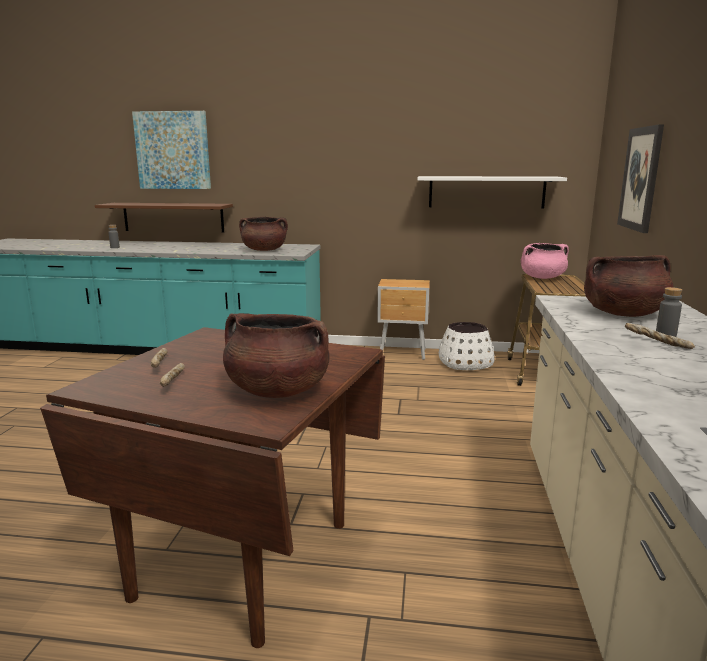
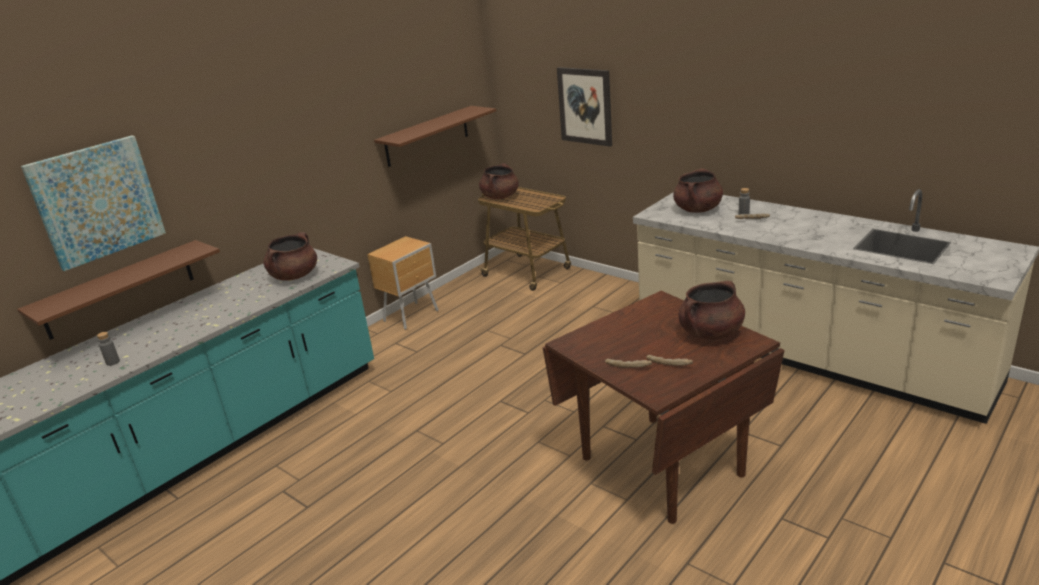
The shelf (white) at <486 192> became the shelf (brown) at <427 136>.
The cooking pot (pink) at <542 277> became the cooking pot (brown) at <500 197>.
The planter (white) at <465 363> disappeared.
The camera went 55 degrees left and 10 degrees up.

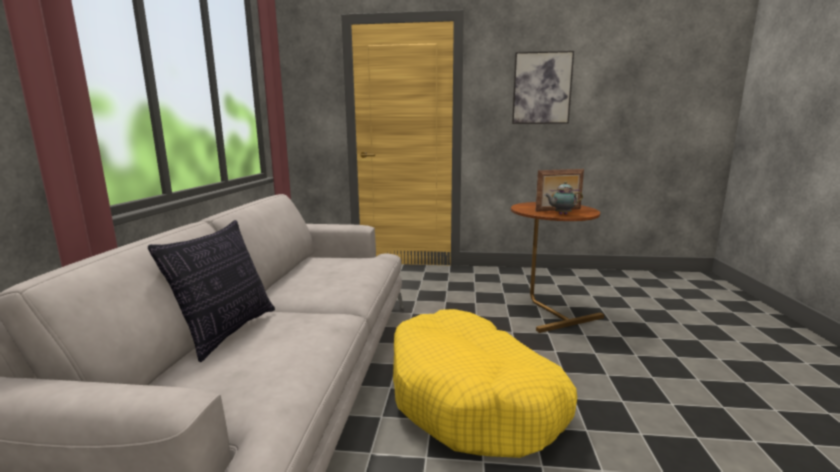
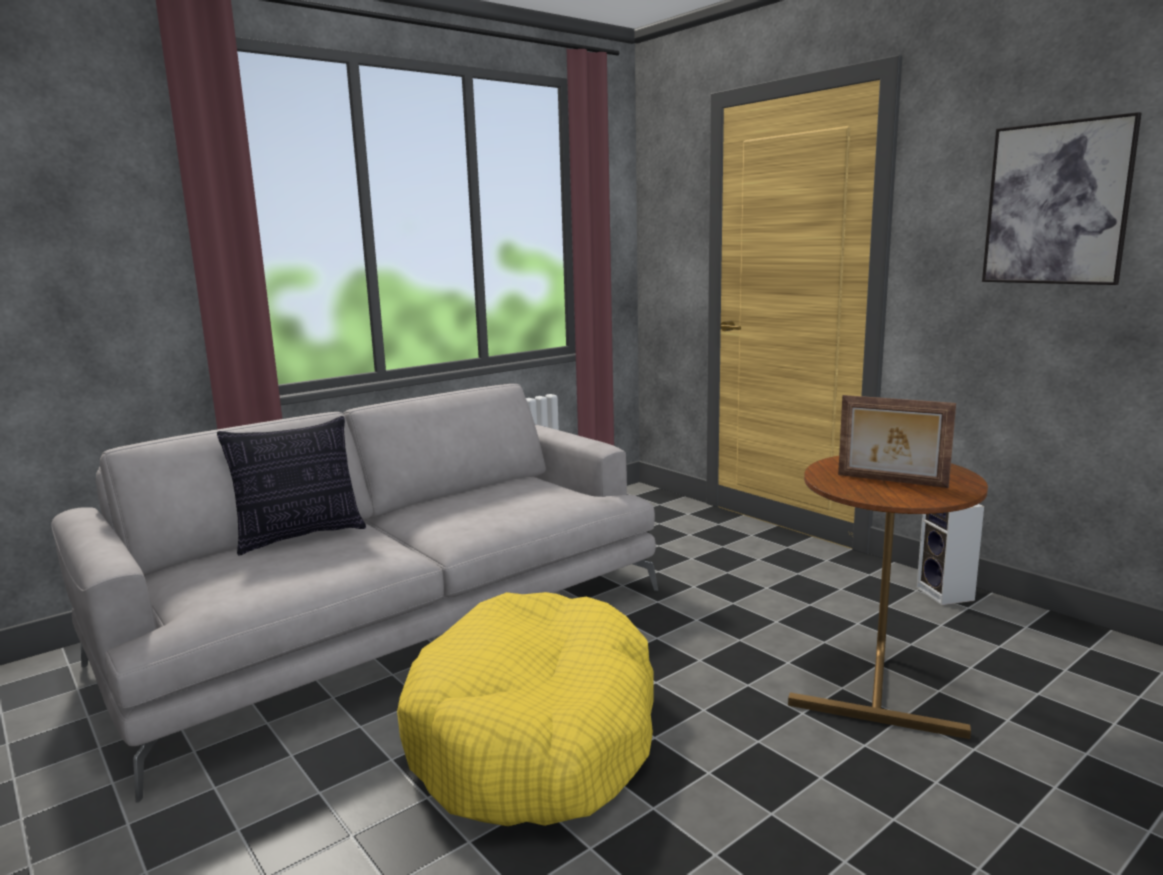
The speaker at <947 595> appeared.
The teapot at <561 214> disappeared.
The camera went 45 degrees right and 0 degrees up.

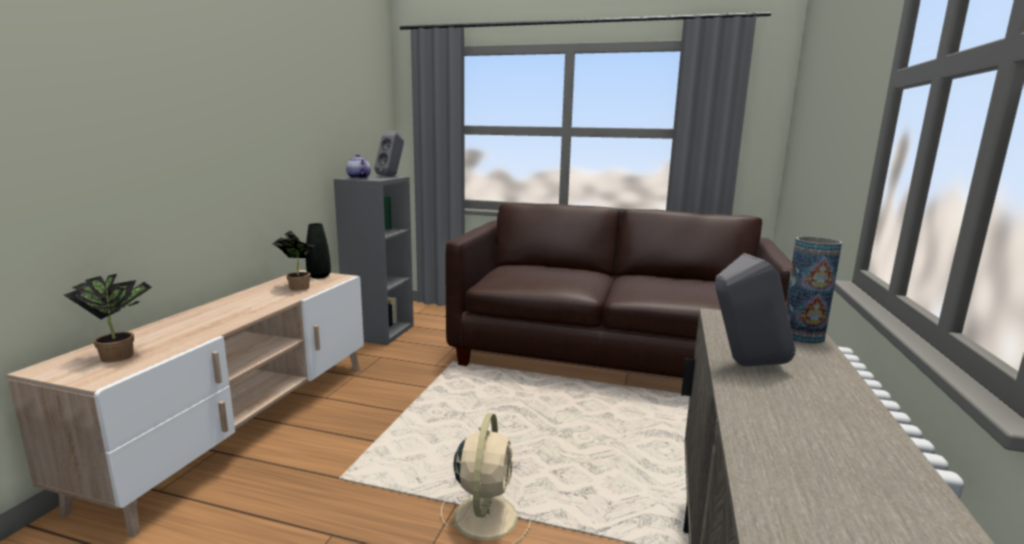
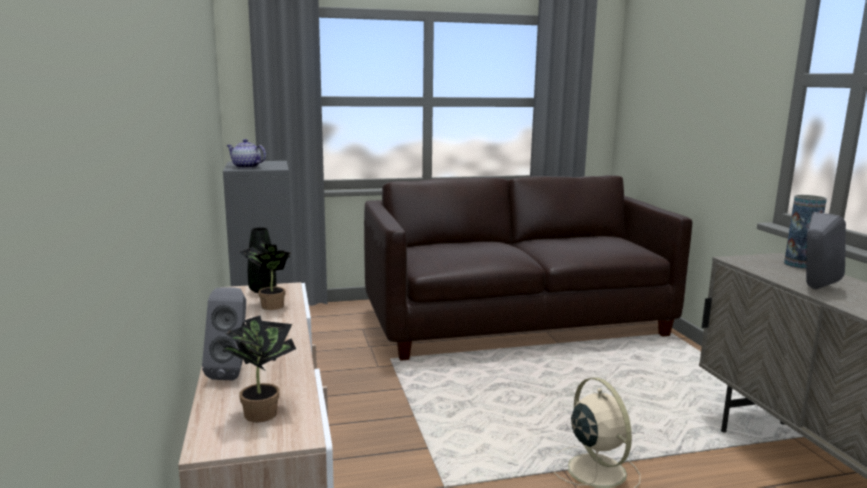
The speaker (grey) moved from <391 176> to <232 372>.
The camera went 30 degrees left and 0 degrees up.

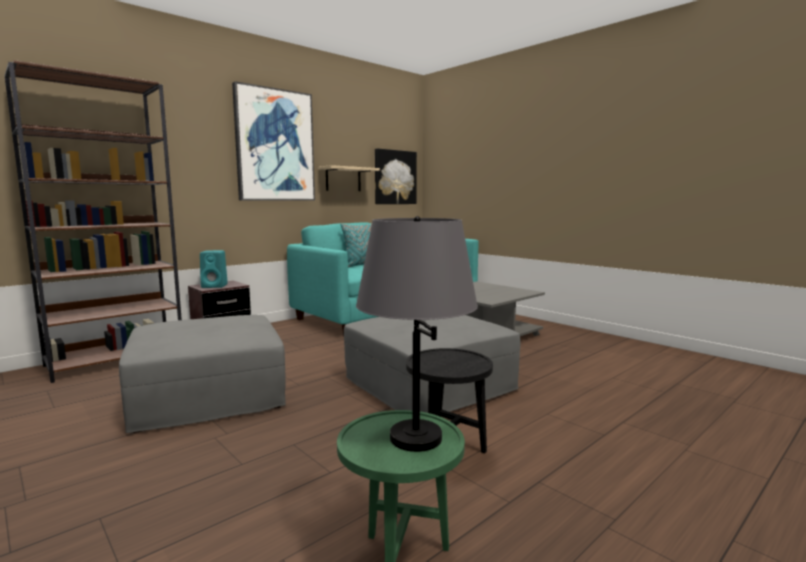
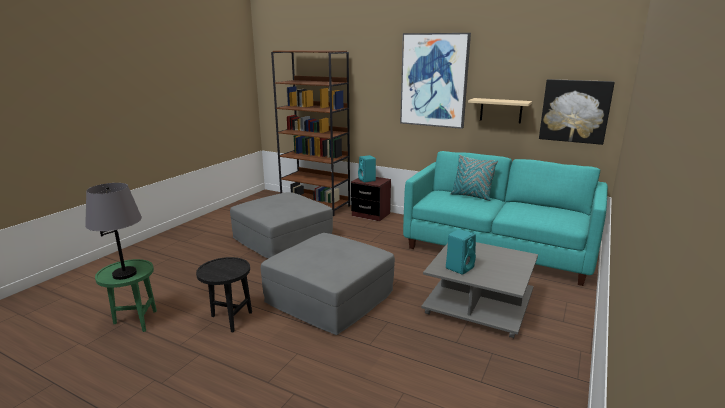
The speaker (turquoise) at <460 267> appeared.
The camera went 70 degrees right and 10 degrees up.

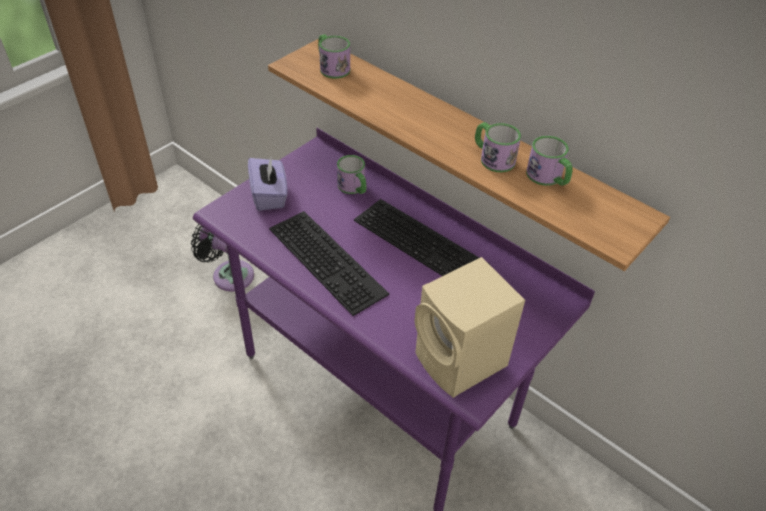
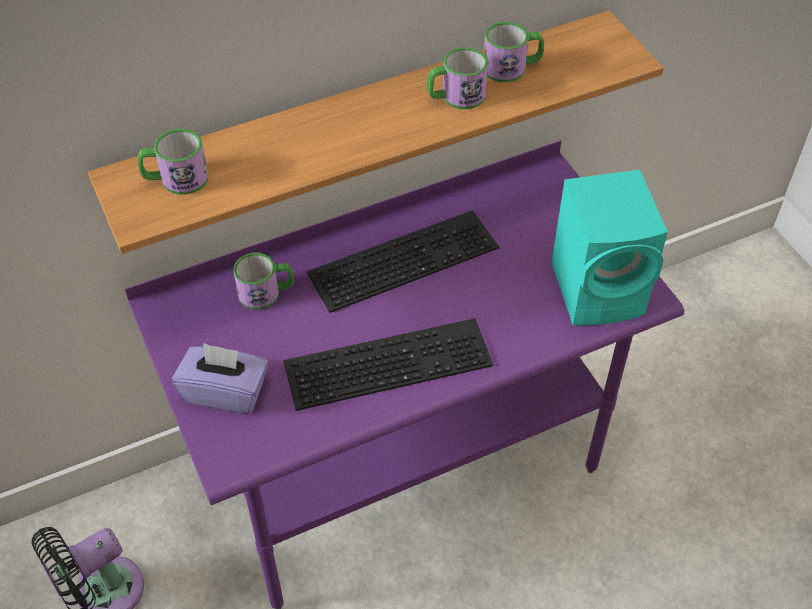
The speaker (beige) at <462 362> became the speaker (turquoise) at <601 290>.
The camera went 65 degrees left and 5 degrees up.

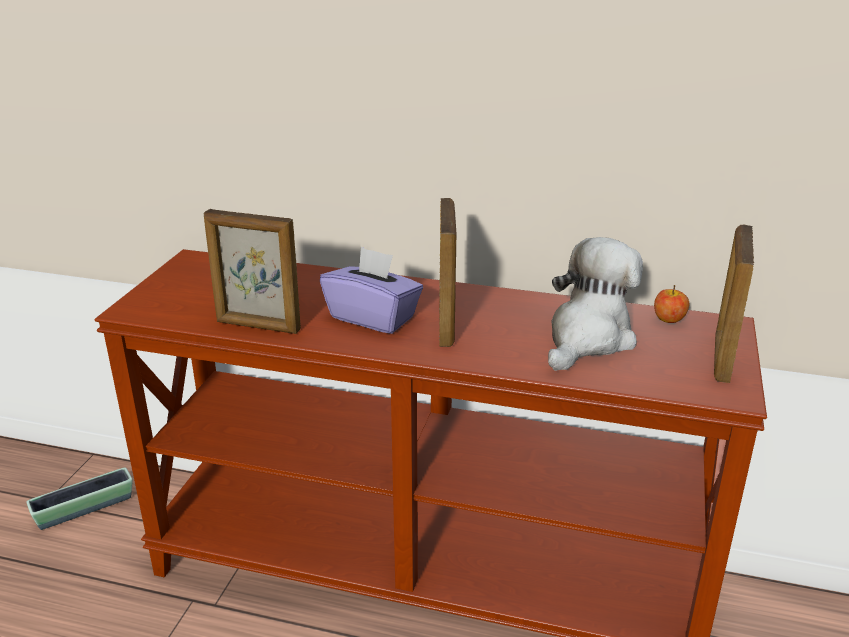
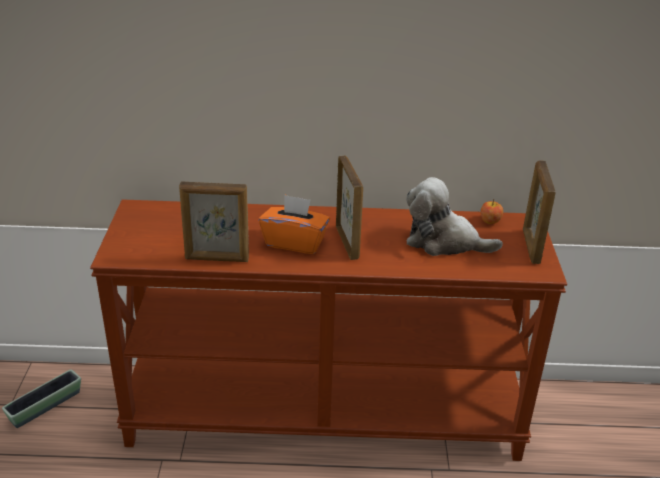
The tissue box (purple) at <373 317> became the tissue box (orange) at <295 242>.
The plush toy at <588 338> turned 90 degrees counterclockwise.
The camera went 15 degrees left and 5 degrees up.

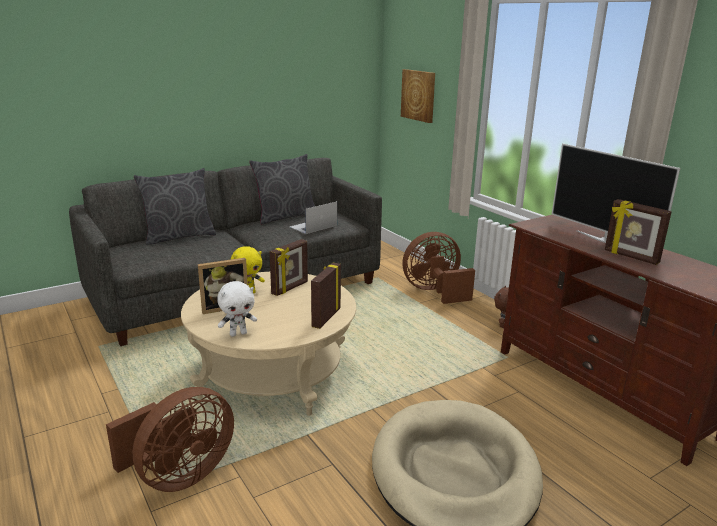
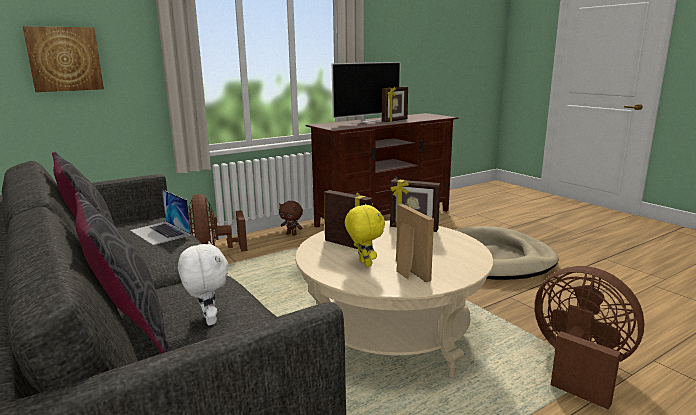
The plush toy (white) moved from <238 333> to <207 320>.
The camera went 90 degrees left and 5 degrees down.

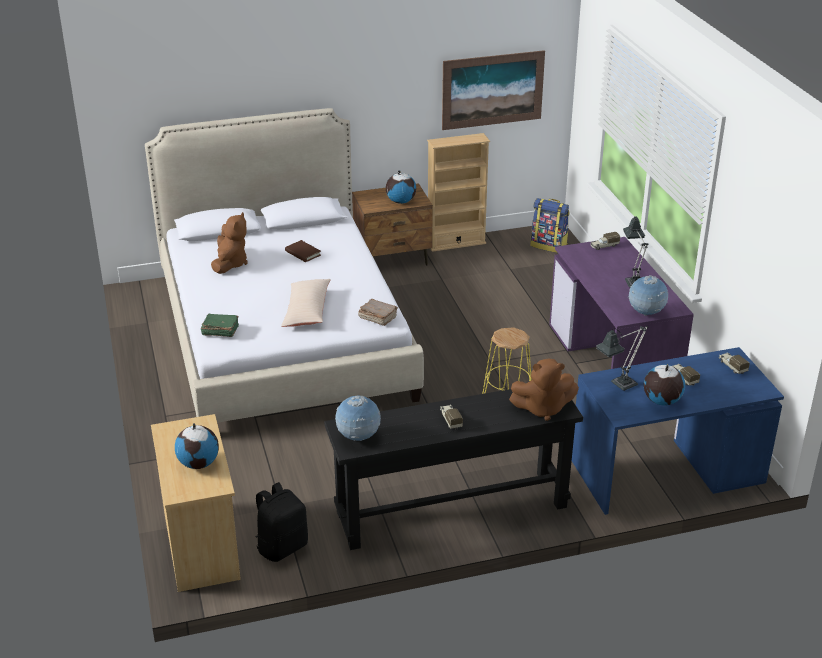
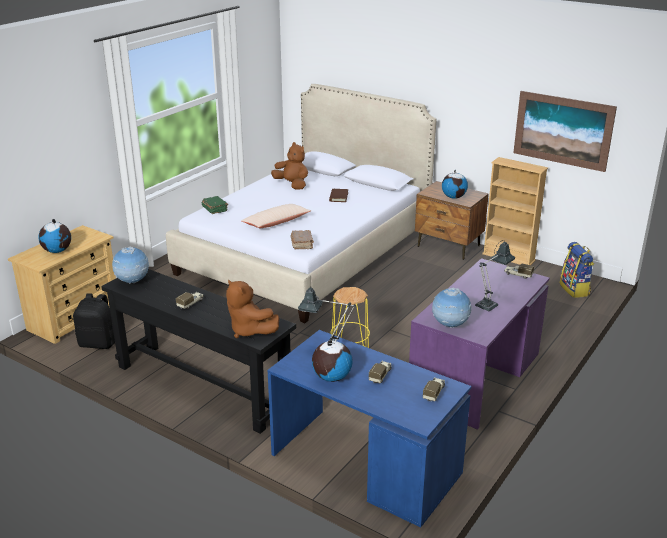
The plush toy (brown) at <230 264> turned 105 degrees counterclockwise.
The camera went 50 degrees right and 5 degrees down.

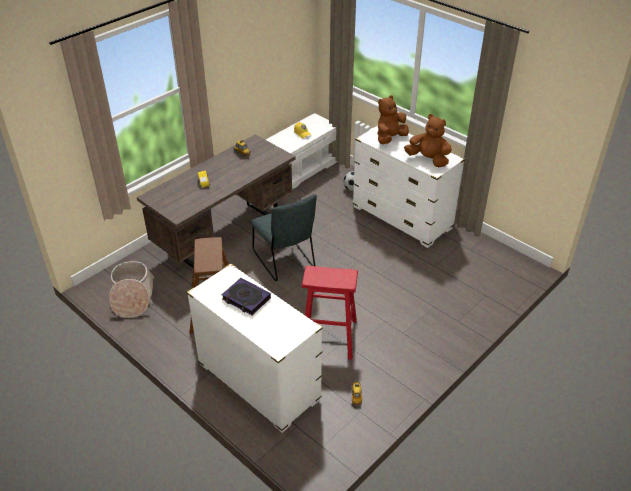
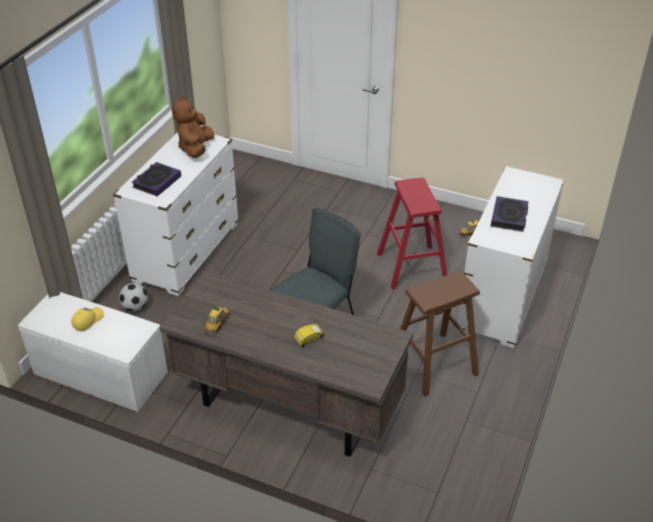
The plush toy (brown) at <390 138> was replaced by the book at <157 182>.
The basket at <132 297> disappeared.
The camera went 110 degrees left and 0 degrees up.

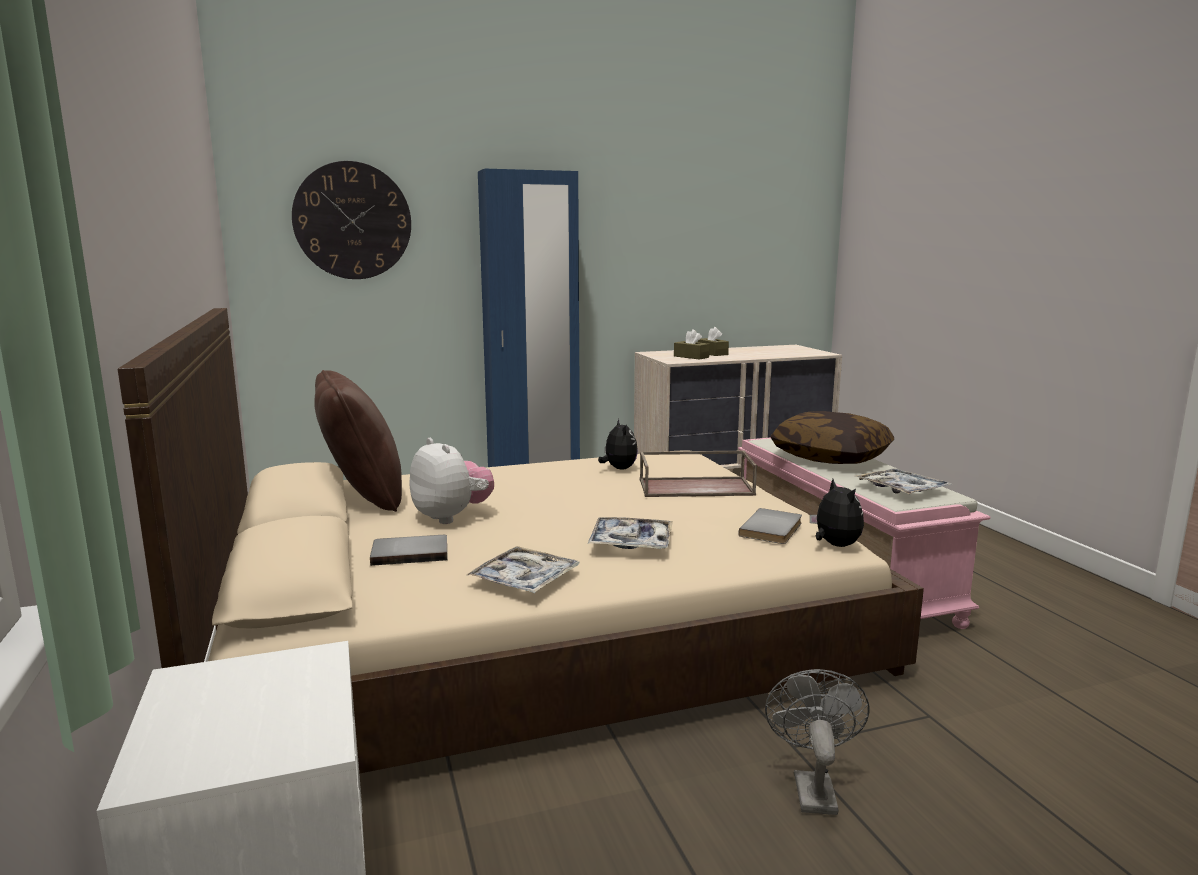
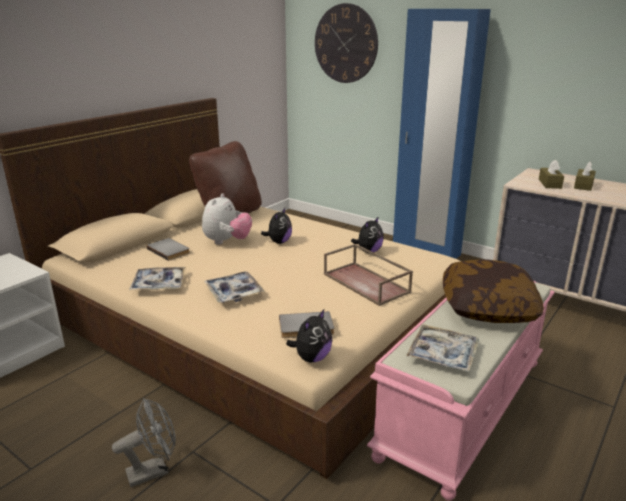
The plush toy at <279 242> appeared.
The camera went 55 degrees right and 10 degrees up.

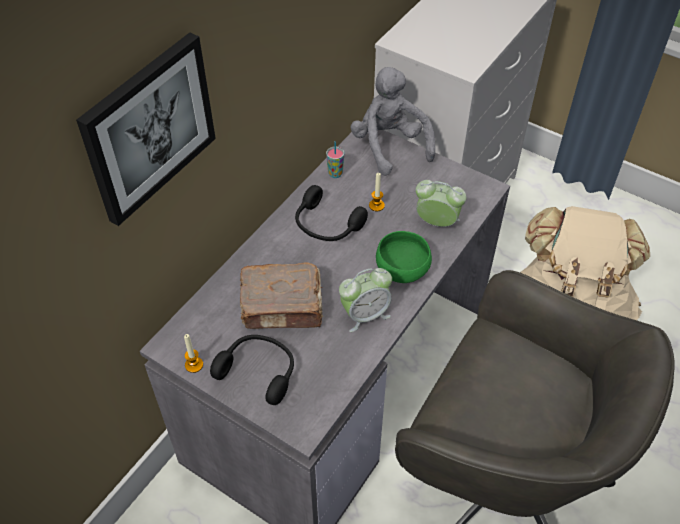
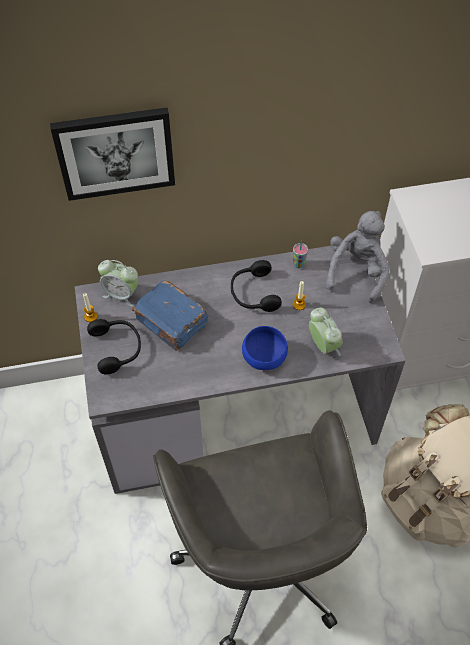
The alarm clock moved from <365 315> to <121 294>.
The book (brown) at <283 306> became the book (blue) at <171 322>.
The bowl (green) at <403 270> became the bowl (blue) at <265 358>.
The camera went 45 degrees right and 5 degrees up.

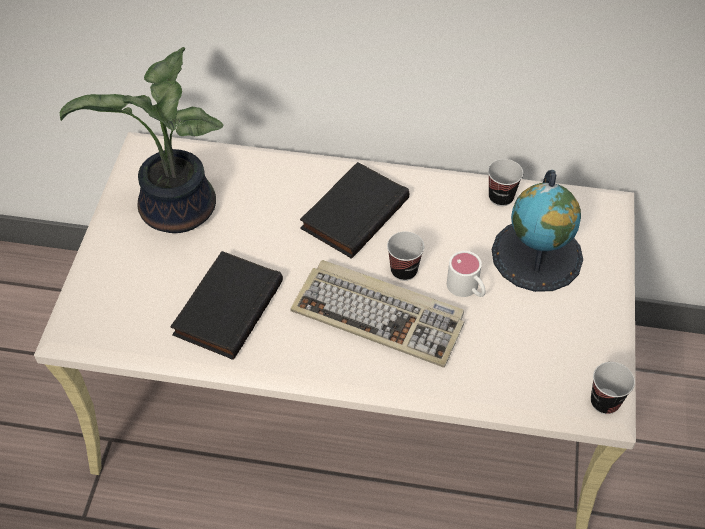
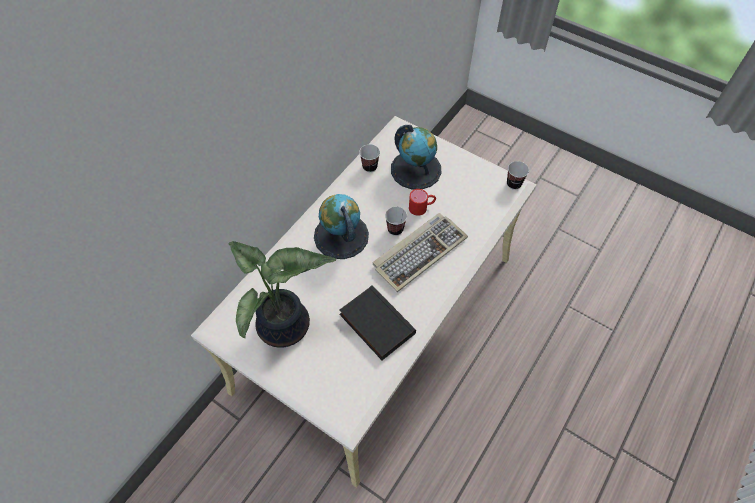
The book (black) at <353 212> was replaced by the globe at <341 236>.
The mug (white) at <467 289> became the mug (red) at <422 207>.
The camera went 65 degrees left and 5 degrees up.

